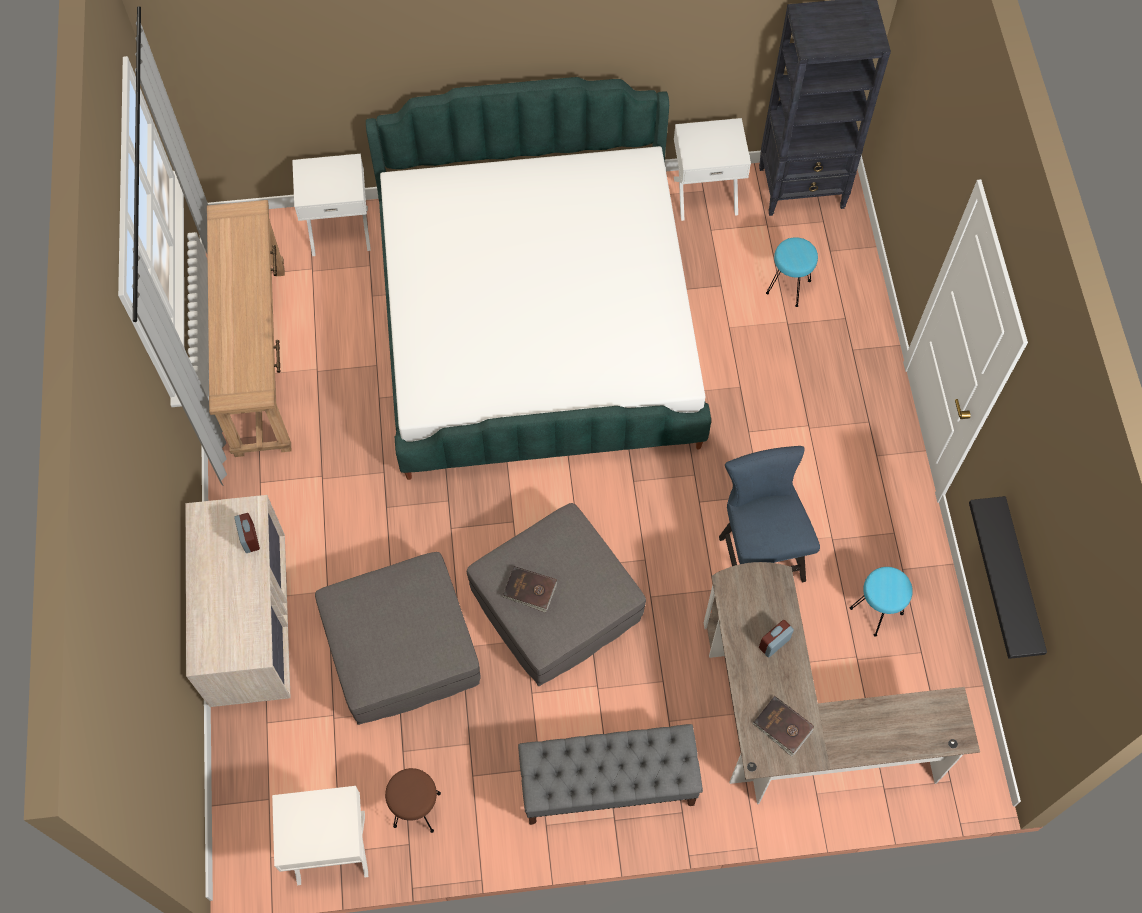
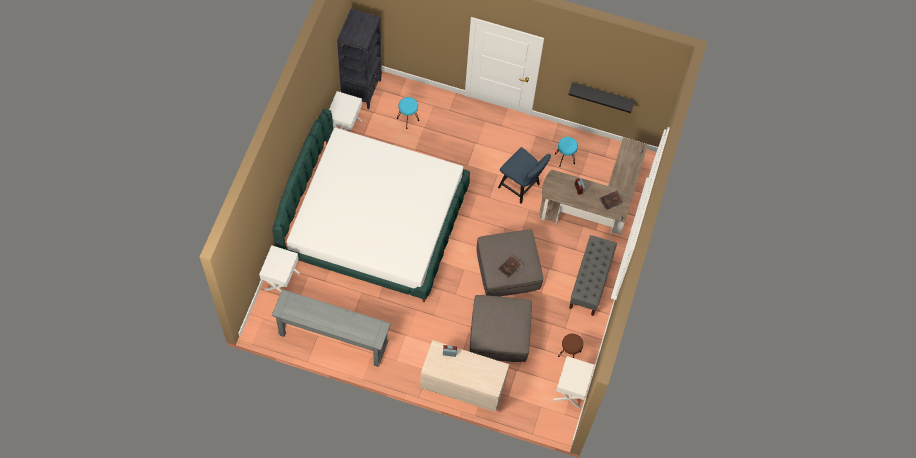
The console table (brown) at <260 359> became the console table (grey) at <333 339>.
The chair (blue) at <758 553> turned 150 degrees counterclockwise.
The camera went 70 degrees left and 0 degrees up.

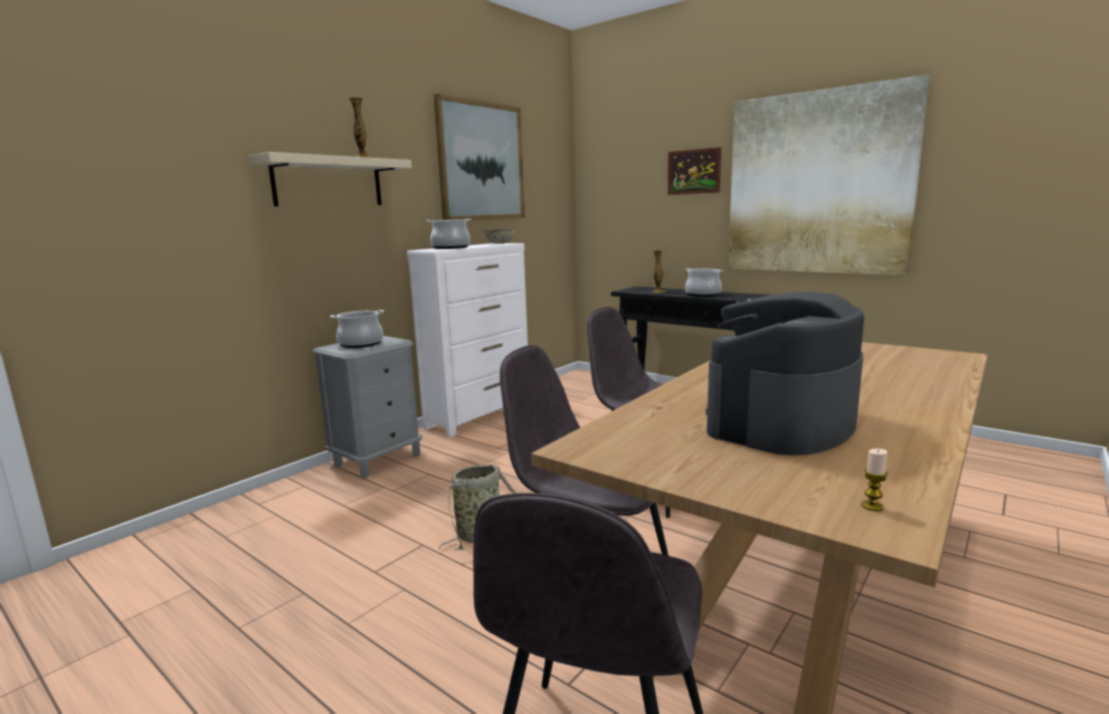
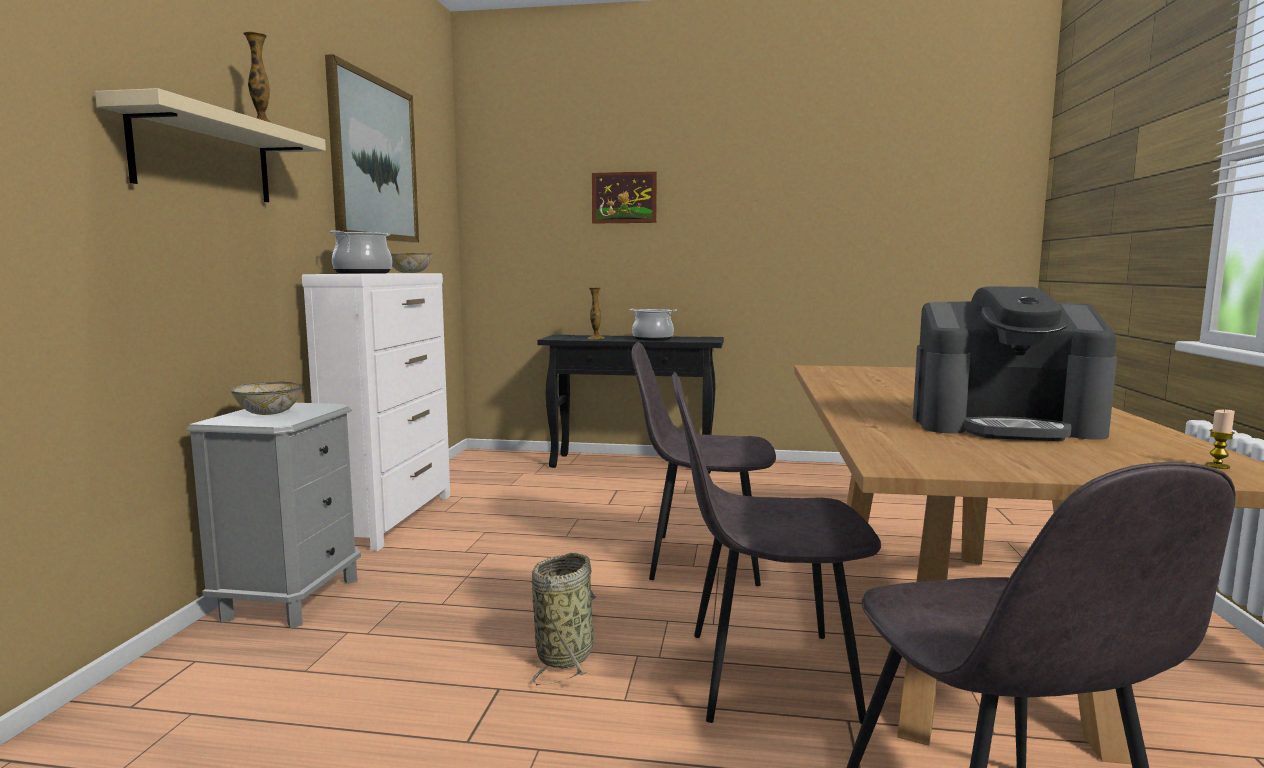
The cooking pot at <361 344> was replaced by the bowl at <269 413>.
The coffee machine at <780 423> turned 90 degrees counterclockwise.
The picture at <818 183> disappeared.
The camera went 30 degrees left and 5 degrees down.

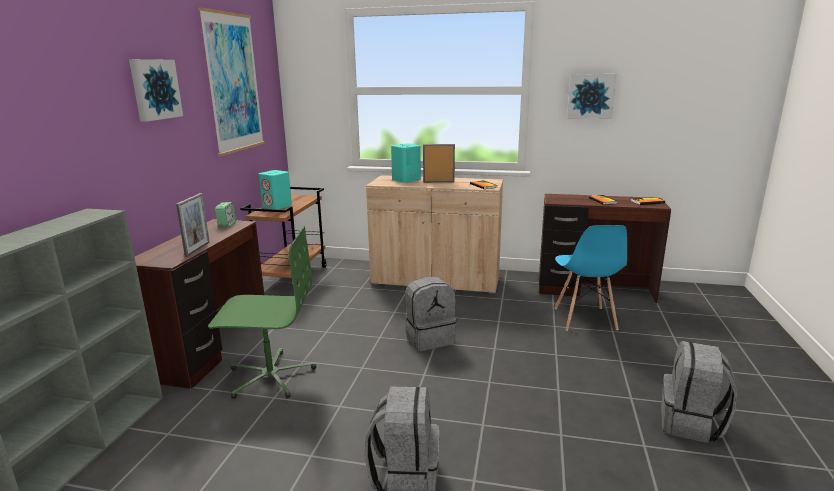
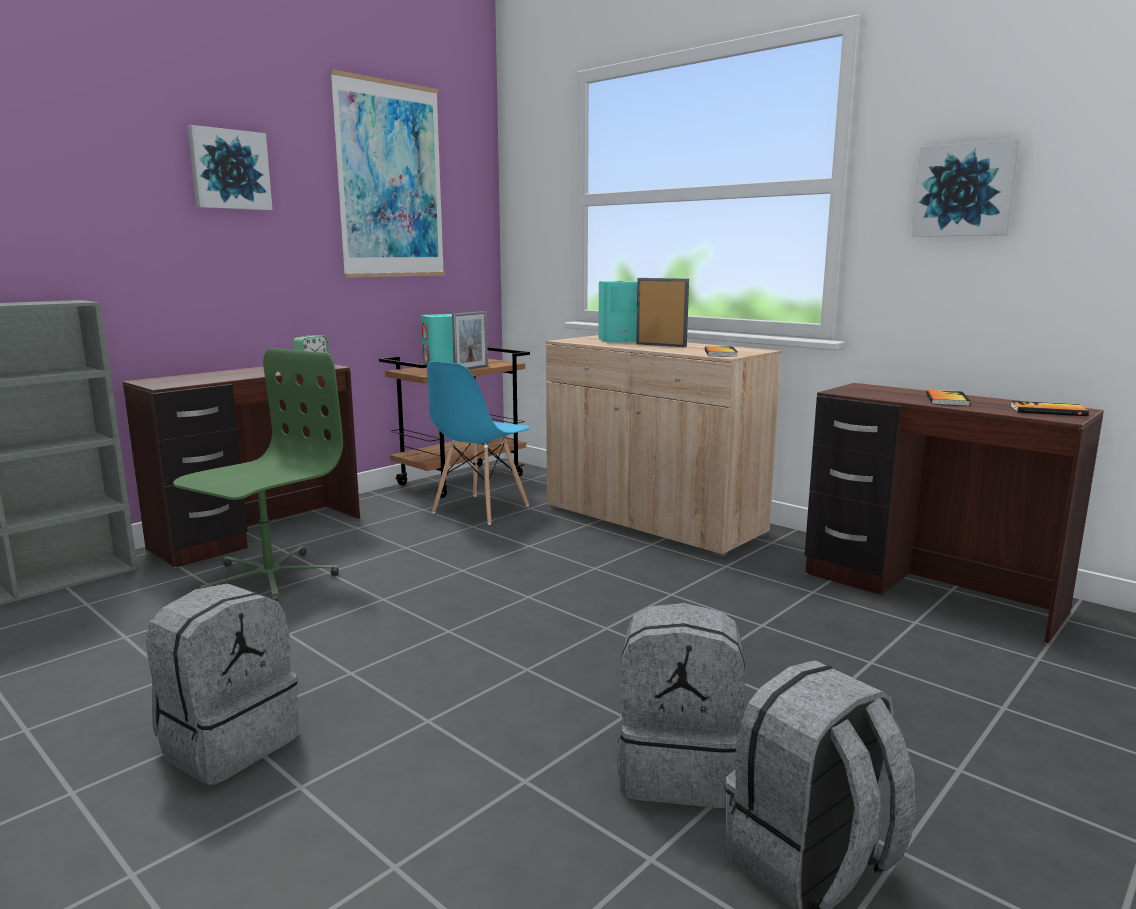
The office chair (green) at <270 376> turned 90 degrees counterclockwise.
The chair (blue) moved from <584 319> to <480 509>.
The picture frame moved from <197 249> to <471 368>.
The backpack (grey) moved from <429 338> to <679 769>.
The camera went 30 degrees right and 5 degrees down.

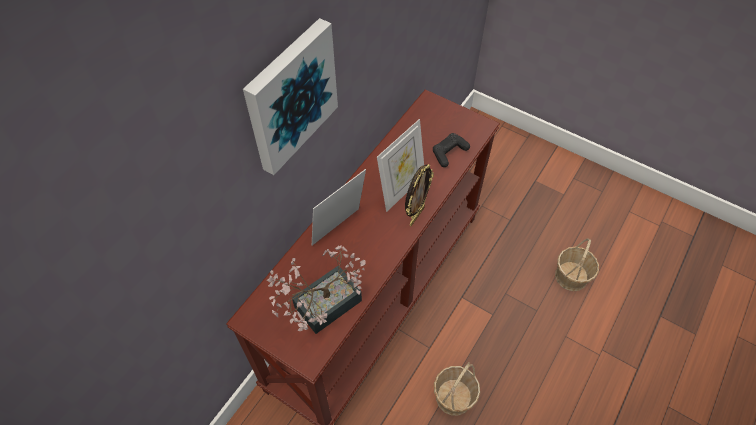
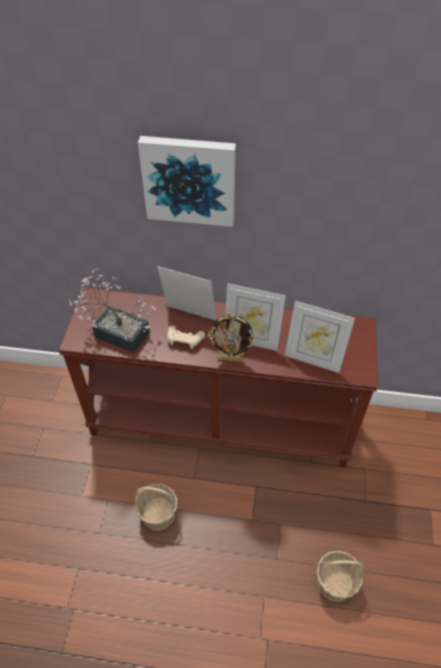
The game controller (beige) at <184 340> appeared.
The game controller (black) at <449 153> was replaced by the picture frame at <313 359>.
The camera went 65 degrees right and 5 degrees down.

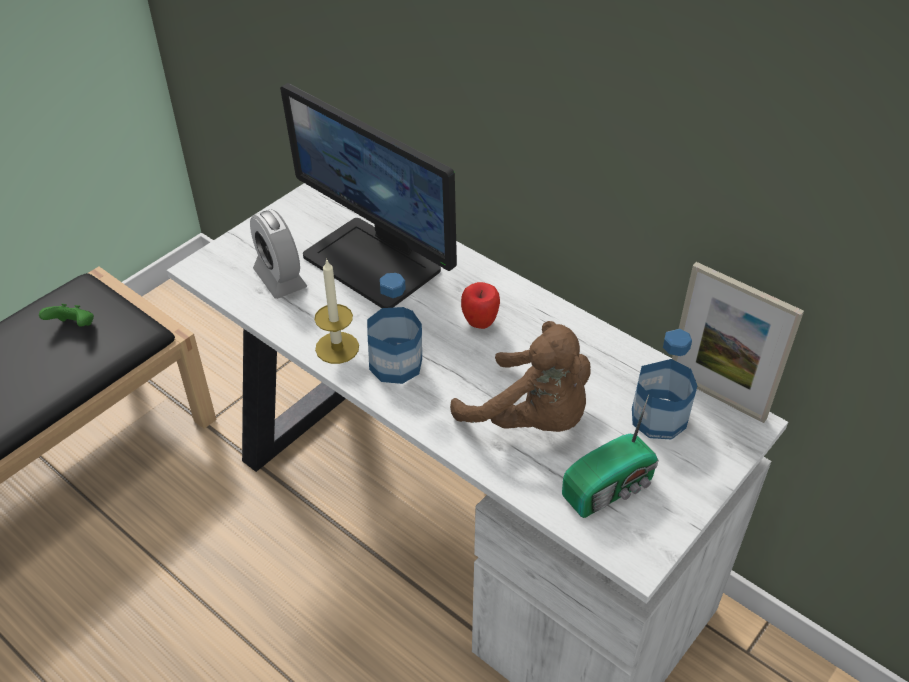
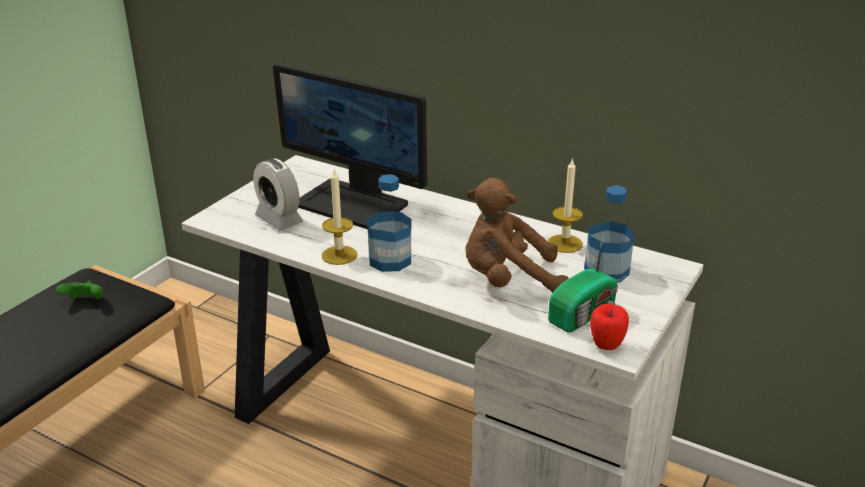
The plush toy (brown) at <531 419> turned 150 degrees clockwise.
The candle at <565 243> appeared.
The apple moved from <479 324> to <606 346>.
The picture frame at <716 396> disappeared.
The camera went 10 degrees left and 15 degrees down.

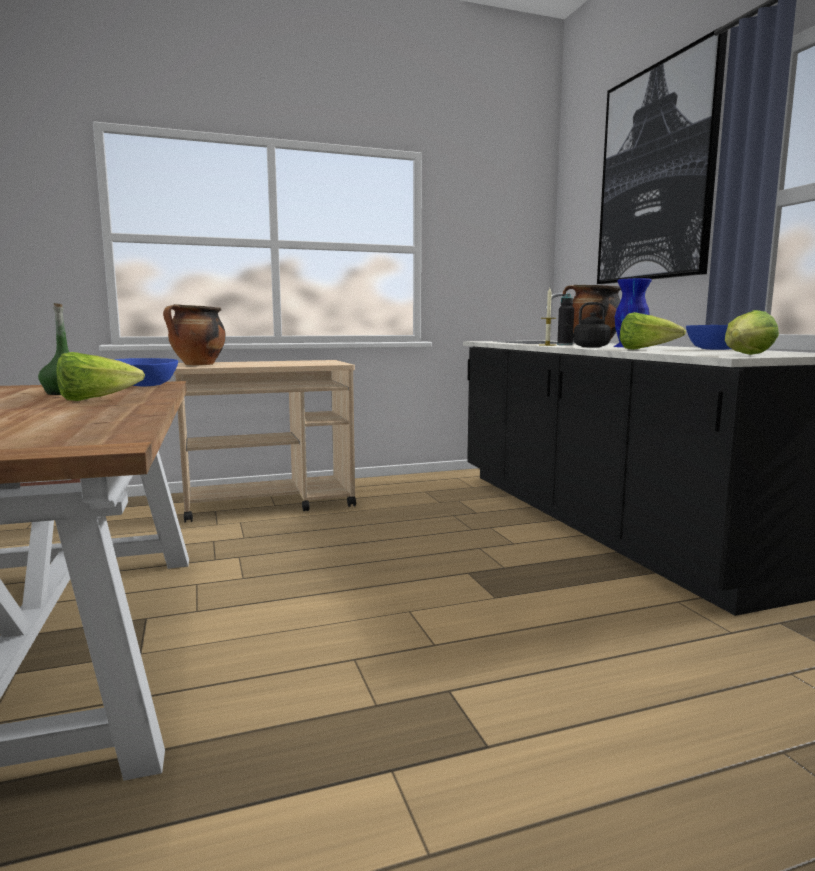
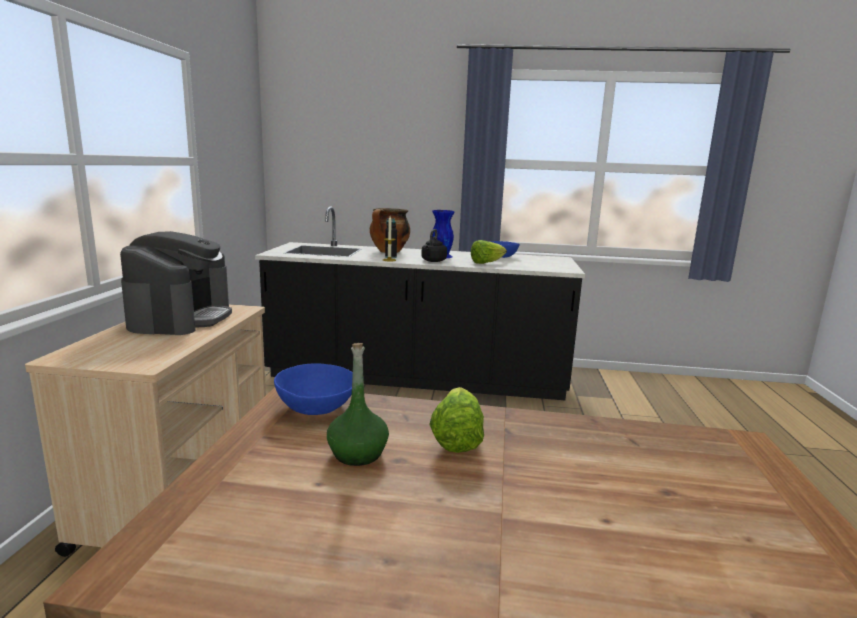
The coffee machine at <181 318> appeared.
The cooking pot at <198 365> disappeared.
The picture at <656 174> disappeared.
The lettuce at <746 355> disappeared.
The camera went 65 degrees left and 5 degrees up.

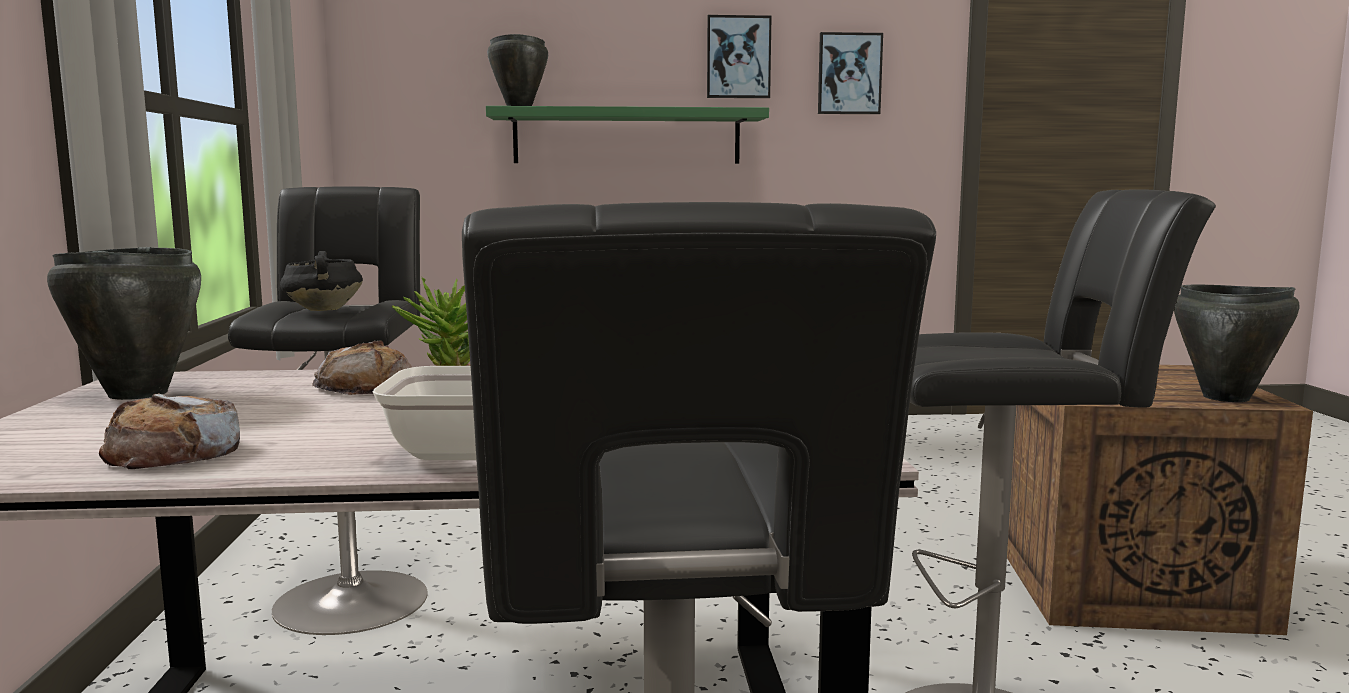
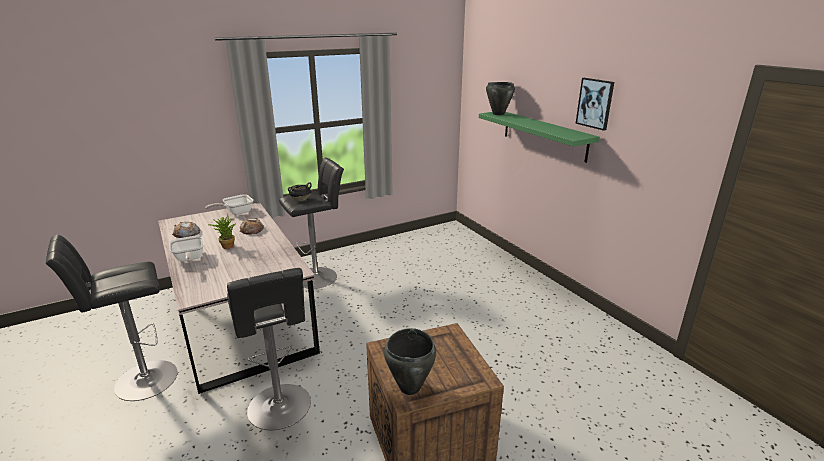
The cooking pot (black) at <136 394> was replaced by the frying pan at <236 212>.
The picture at <849 74> disappeared.
The camera went 65 degrees right and 15 degrees up.

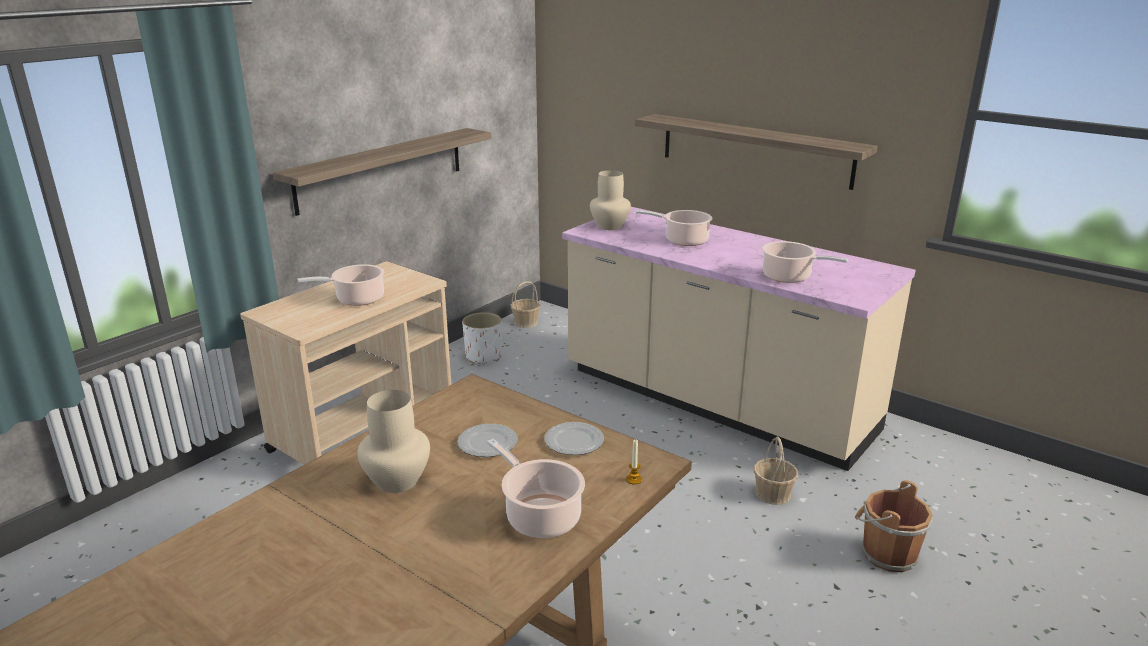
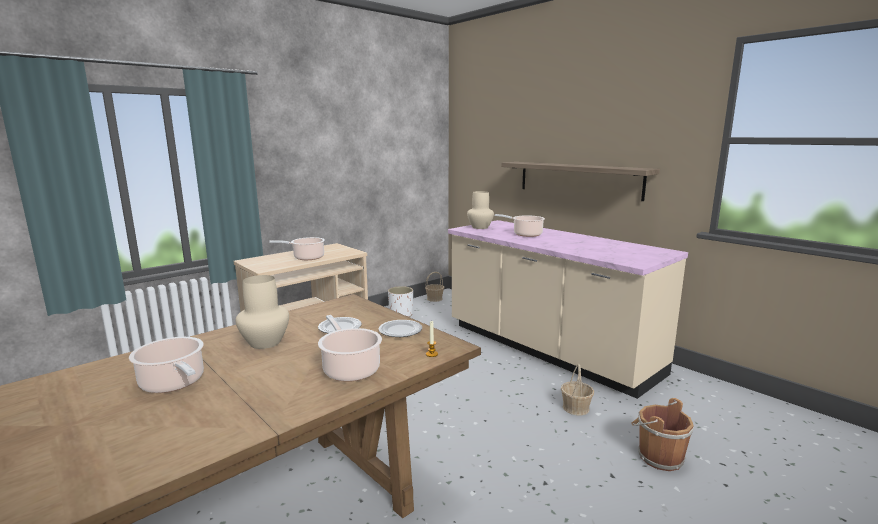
The cooking pot moved from <789 277> to <173 383>.
The shelf at <381 169> disappeared.
The camera went 10 degrees right and 10 degrees down.

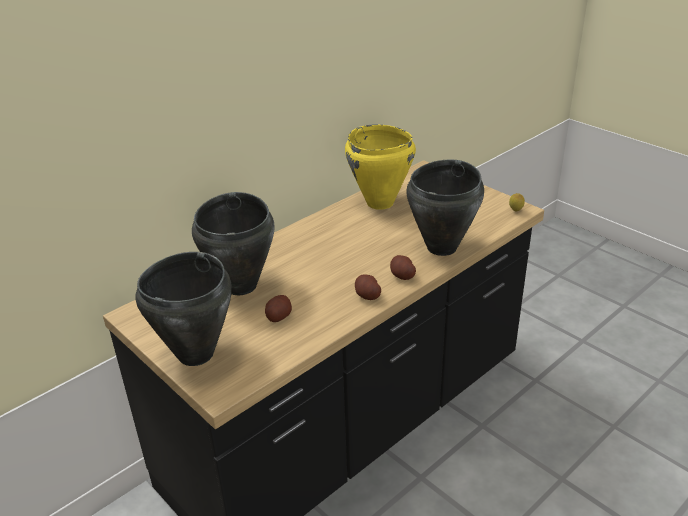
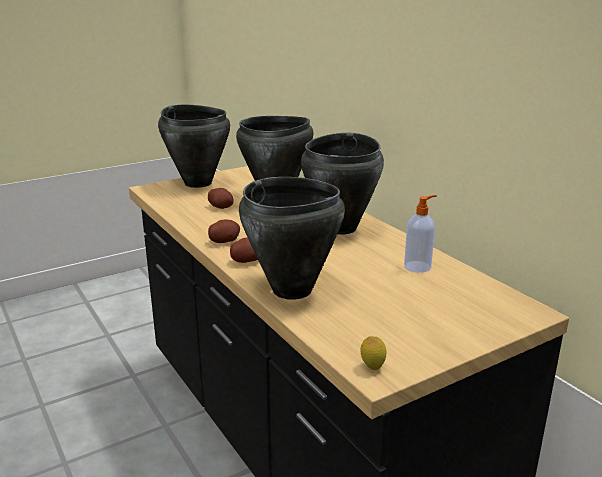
The cooking pot (black) at <341 228> appeared.
The cooking pot (yellow) at <380 203> was replaced by the soap dispenser at <418 267>.
The camera went 100 degrees right and 10 degrees down.

